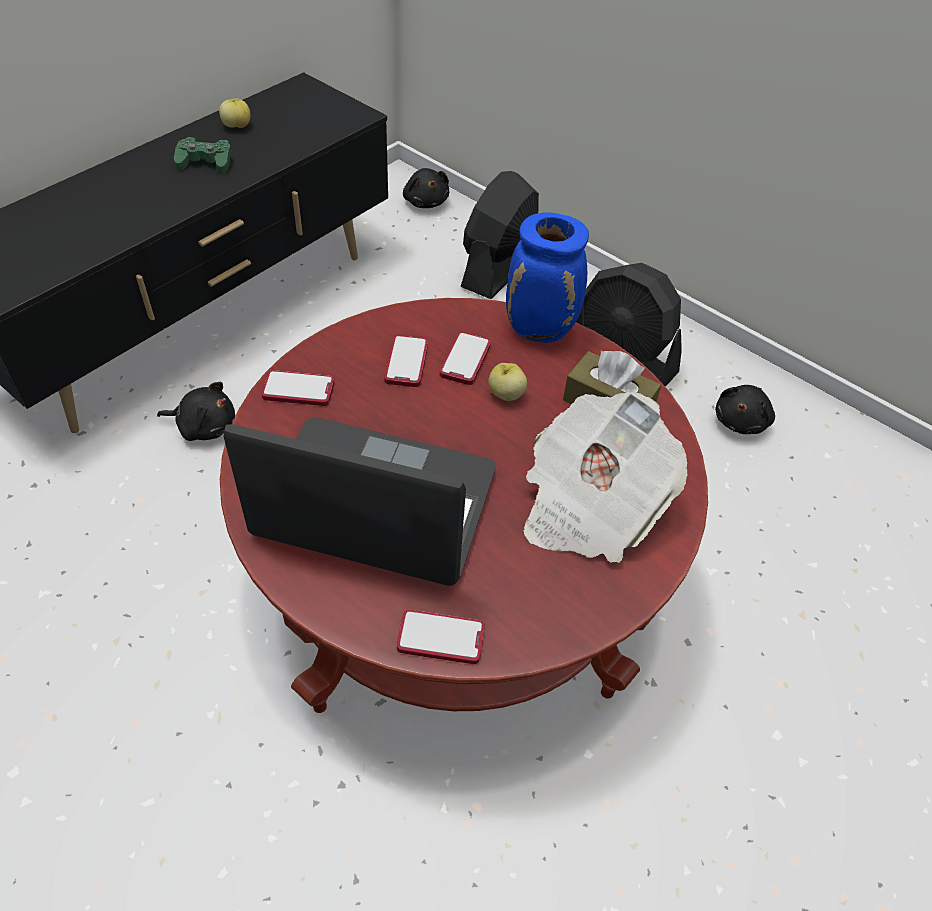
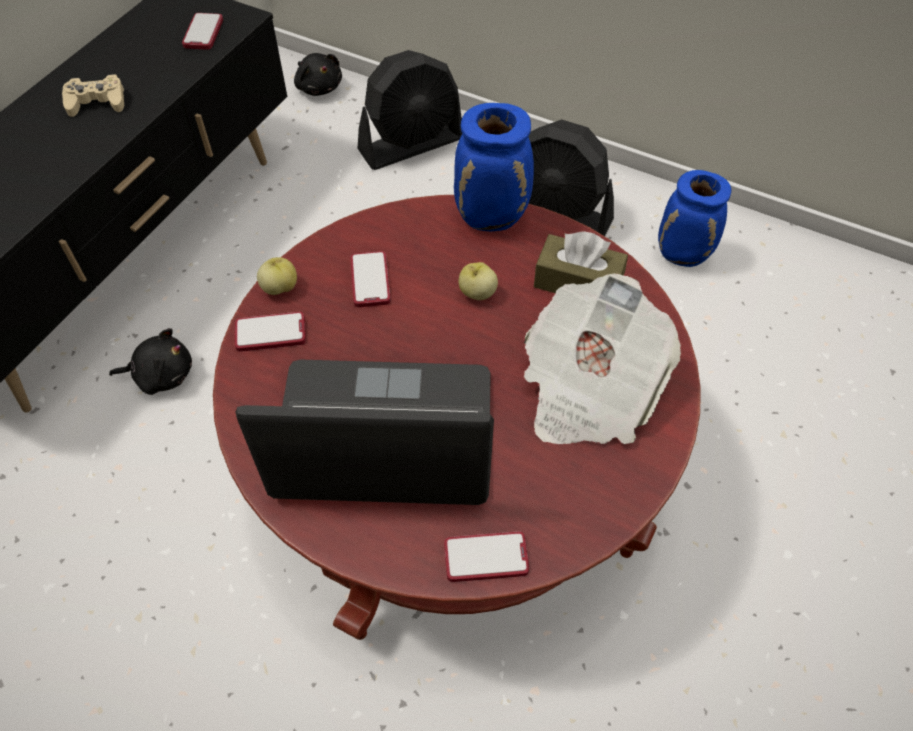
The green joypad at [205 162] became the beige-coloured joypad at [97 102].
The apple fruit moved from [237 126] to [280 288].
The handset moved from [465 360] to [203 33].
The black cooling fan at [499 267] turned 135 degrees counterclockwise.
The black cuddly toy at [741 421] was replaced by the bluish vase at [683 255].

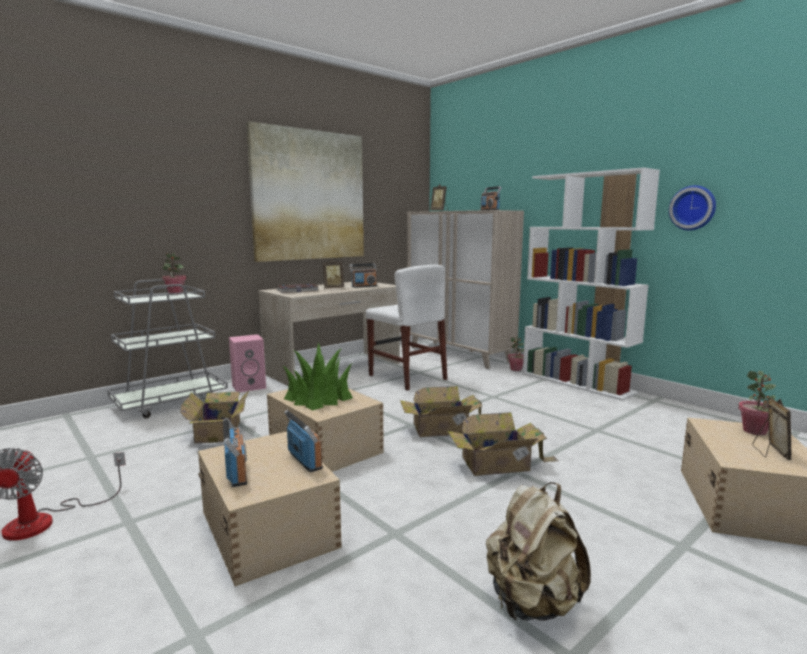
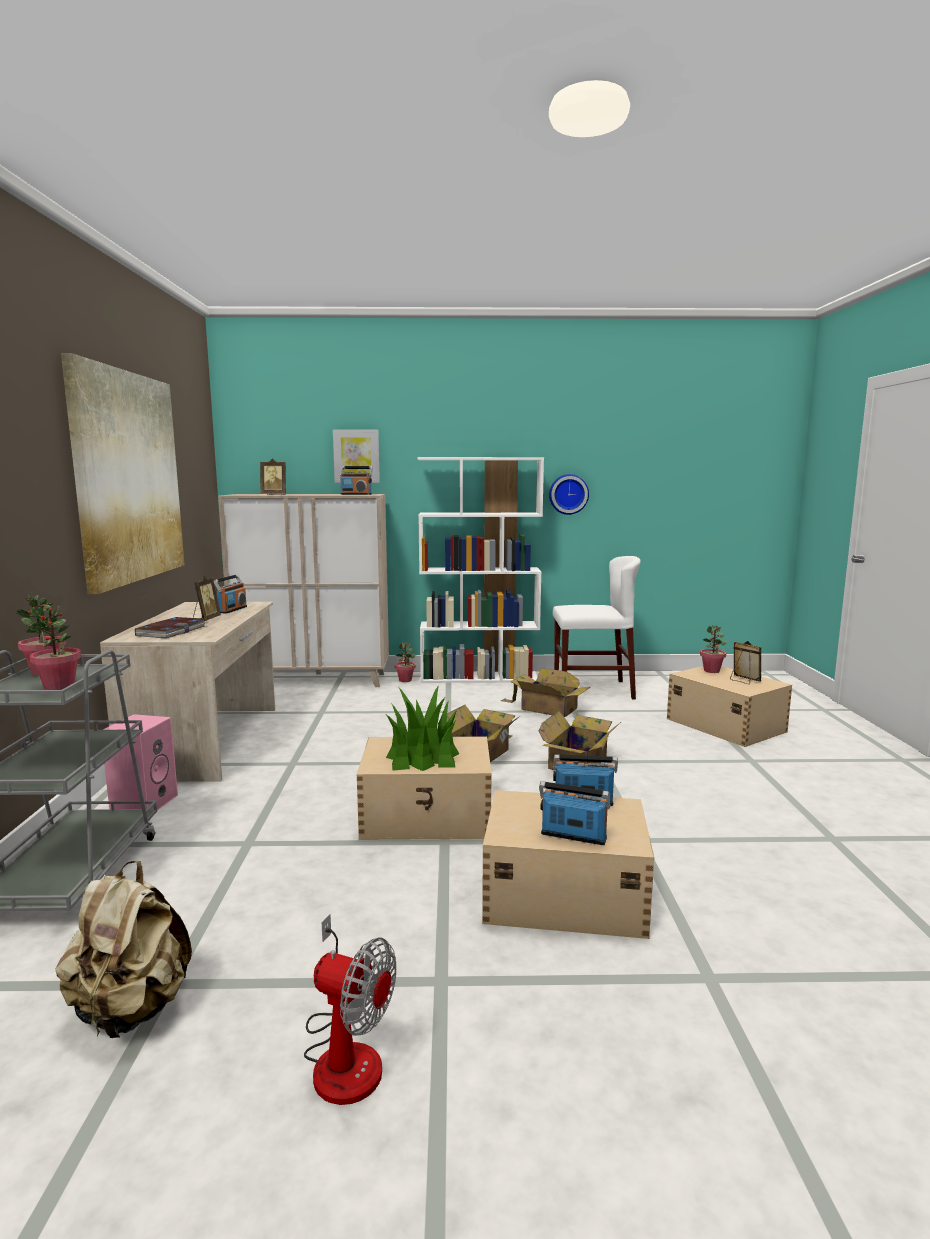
The cardboard box moved from [219 431] to [547 708].
The white plain chair moved from [407 377] to [592 690].
The beige-coloured knapsack moved from [532 603] to [131 1010].
The houseplant at [60 686] appeared.
The picture at [356 456] appeared.

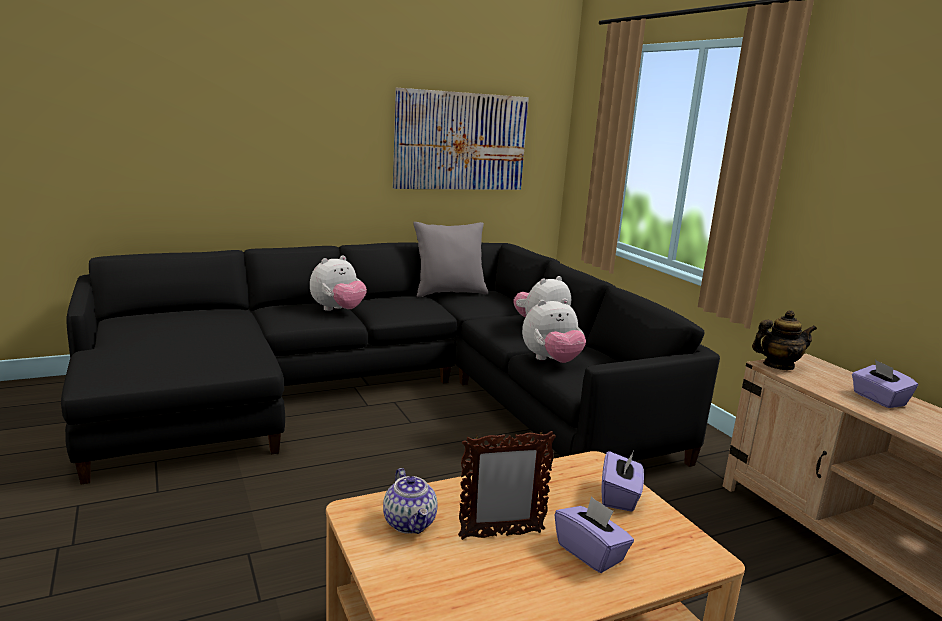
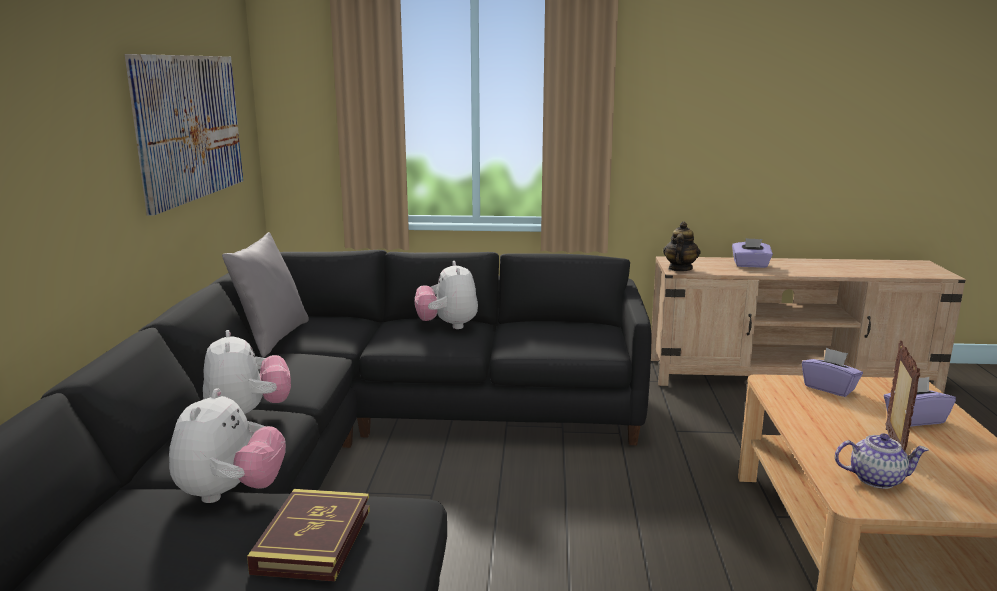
The cuddly toy moved from [551 361] to [231 493].
The volume at [313 540] appeared.

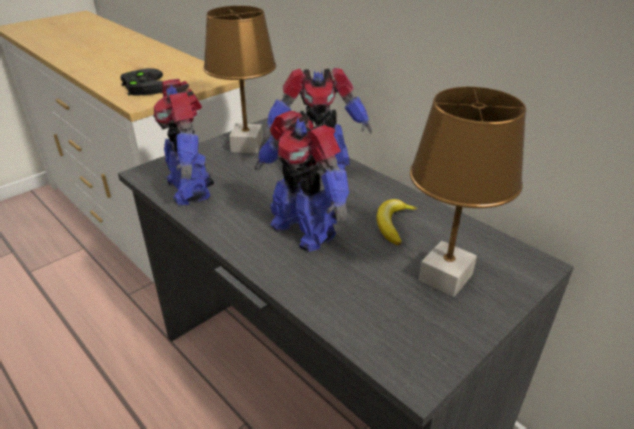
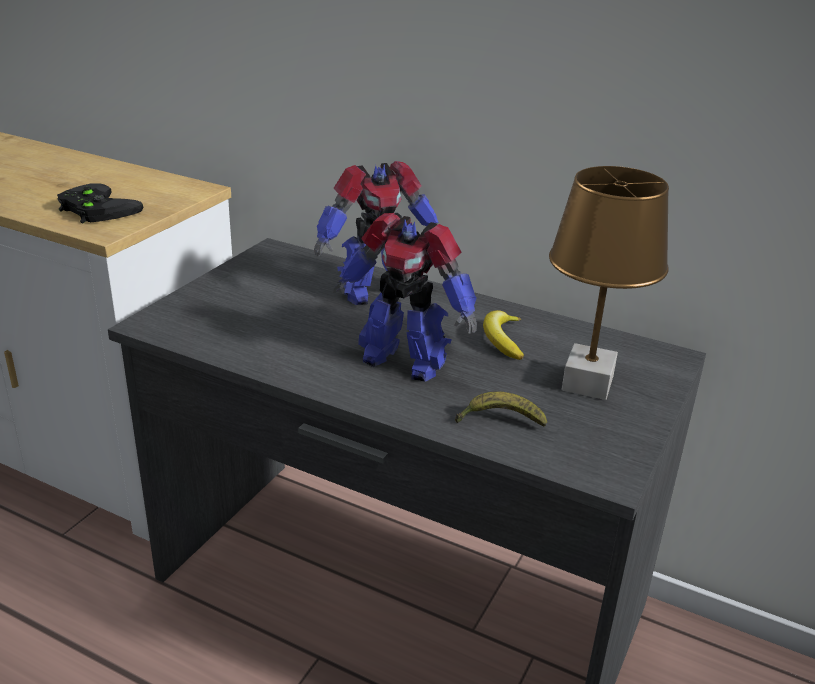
The toy robot at [190 188] disappeared.
The brown-coloured table lamp at [247 146] disappeared.
The banana fruit at [499 420] appeared.

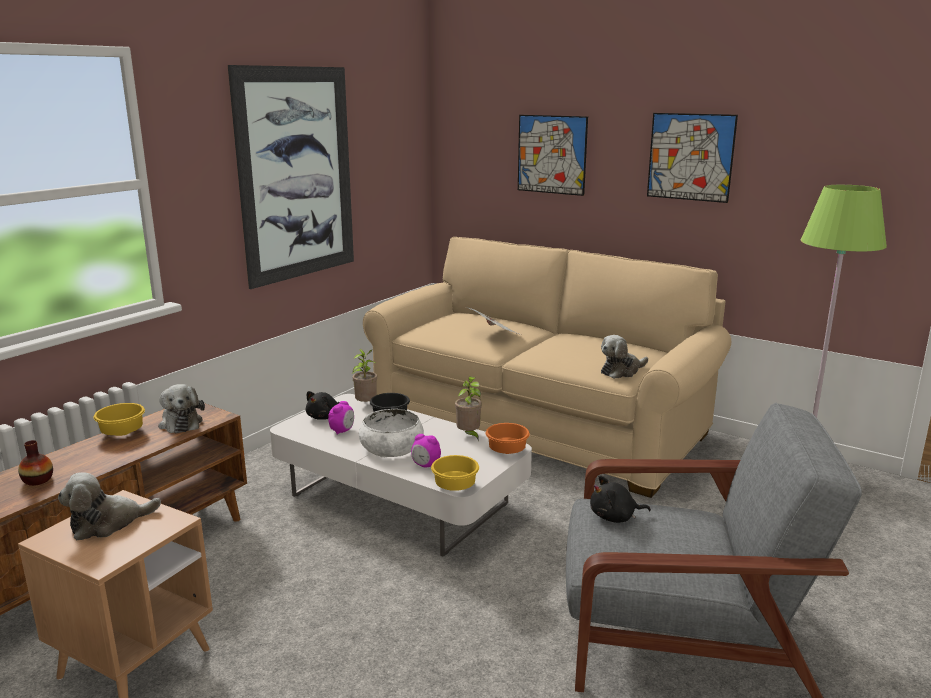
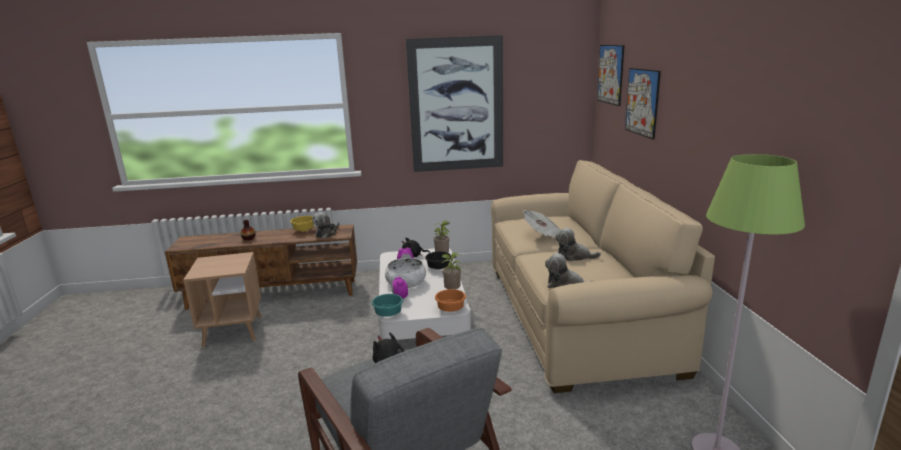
The cuddly toy moved from [108 523] to [574 256].
The yellowish bowl at [456 486] became the turquoise bowl at [389 314].
The picture moved from [690 157] to [610 74].

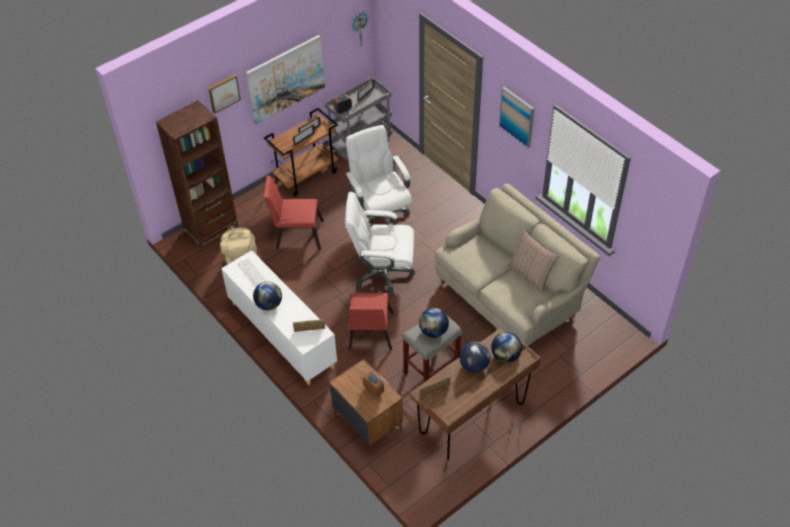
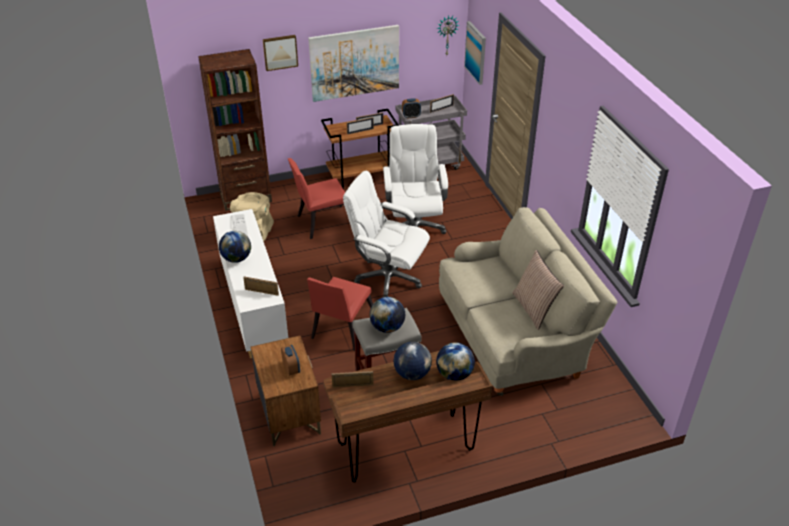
The red plain chair at [296 234] turned 45 degrees counterclockwise.
The picture moved from [517 117] to [476 52].

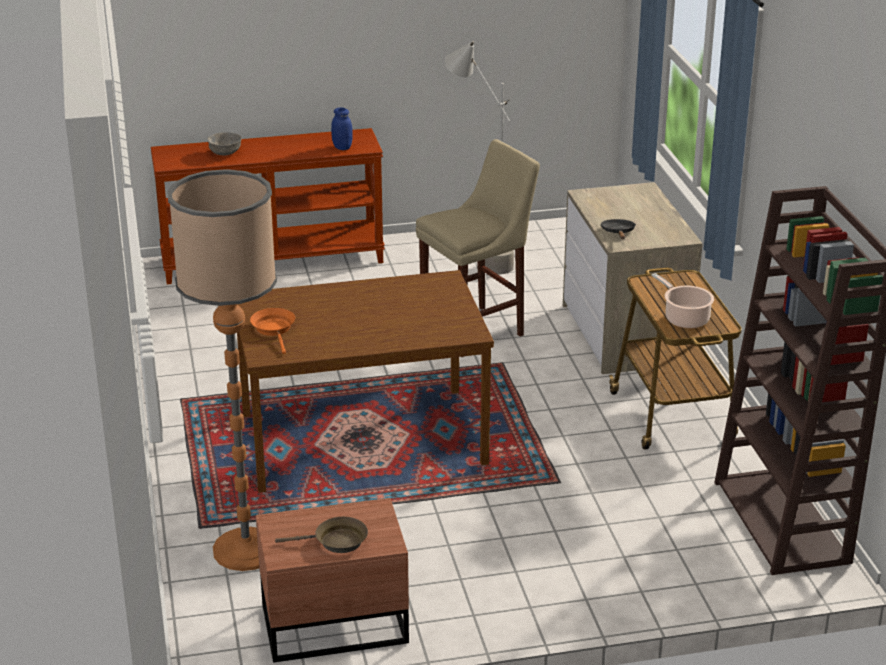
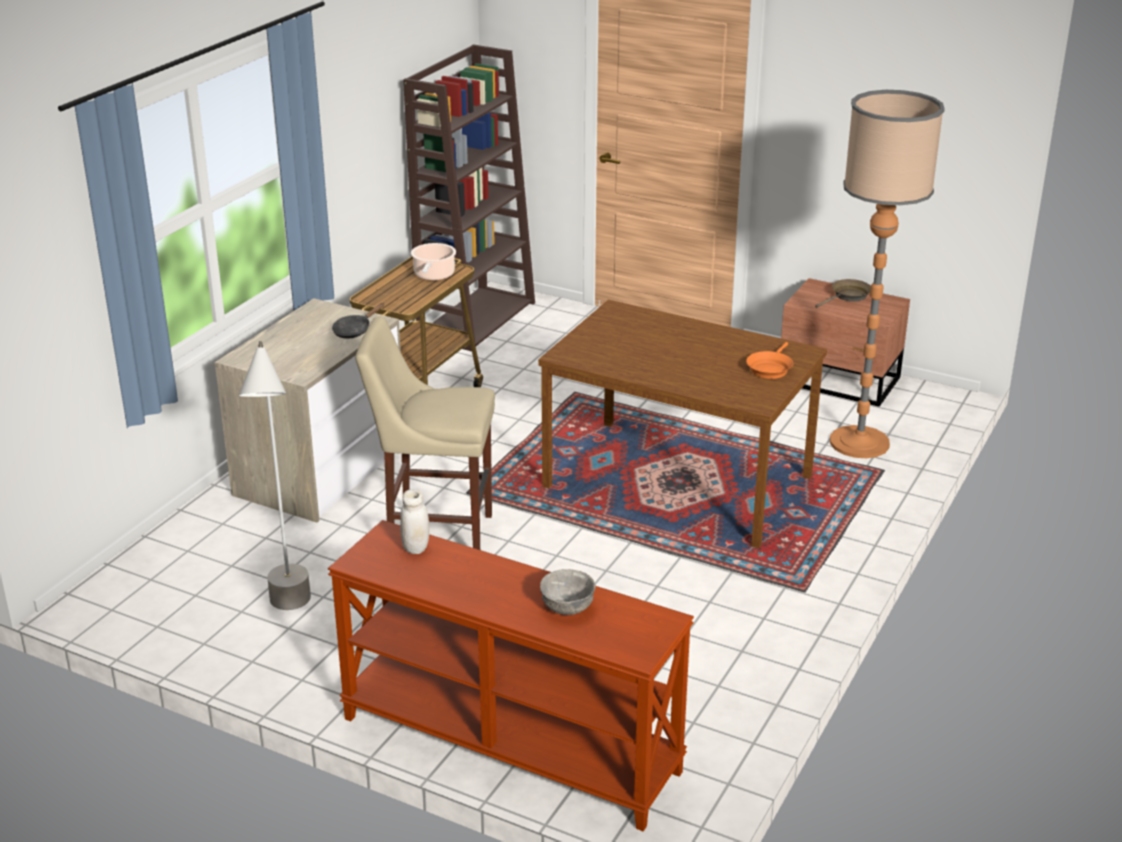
The brown-coloured frying pan at [336 541] turned 105 degrees clockwise.
The bluish jar at [342 147] became the white jar at [415 547].

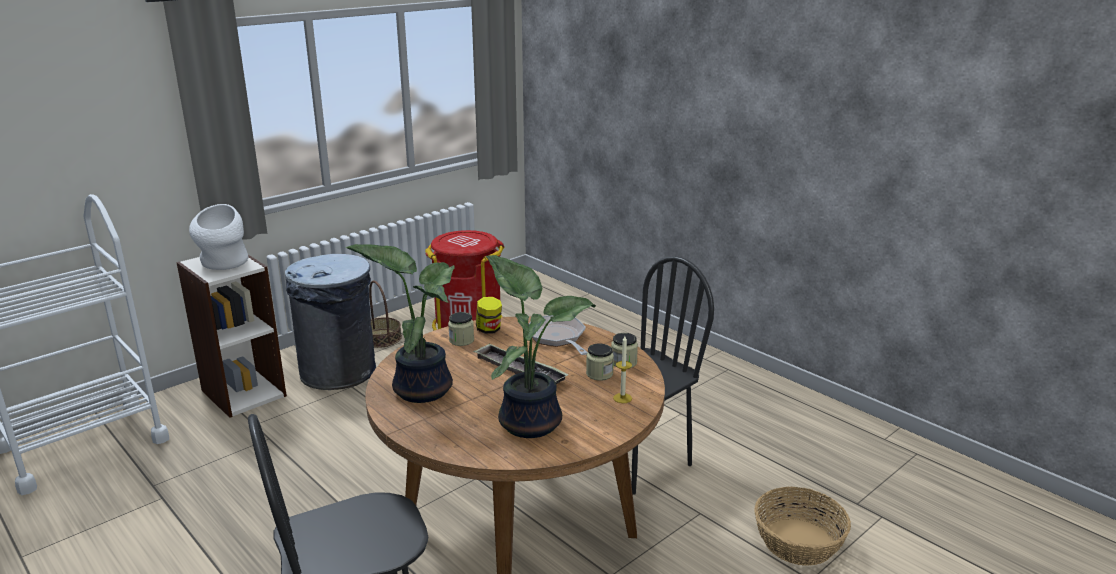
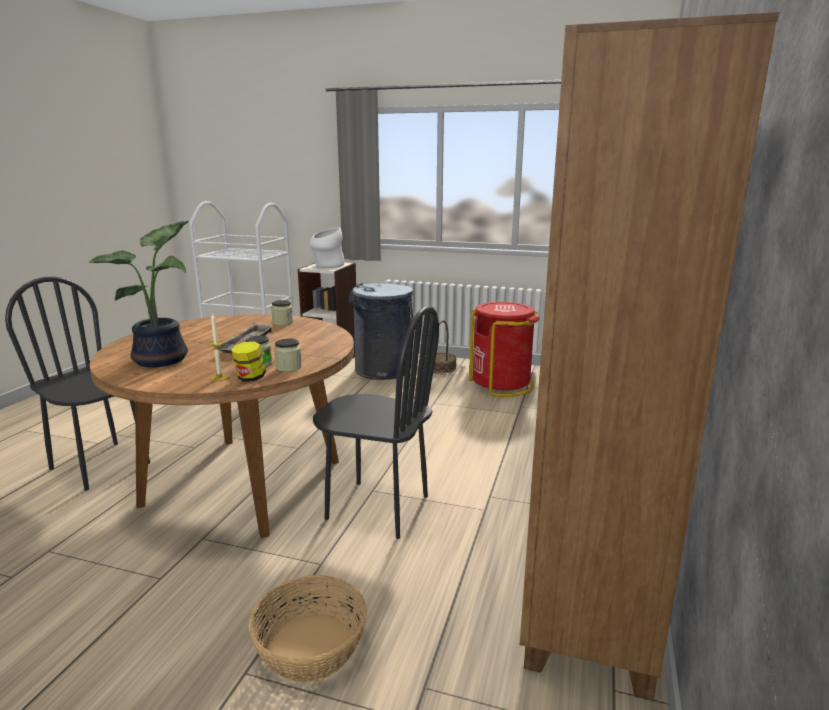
The houseplant at [421 388] disappeared.
The jar moved from [489 330] to [250 378].
The frying pan at [558 338] disappeared.
The brown-coloured bookshelf at [587 598] appeared.

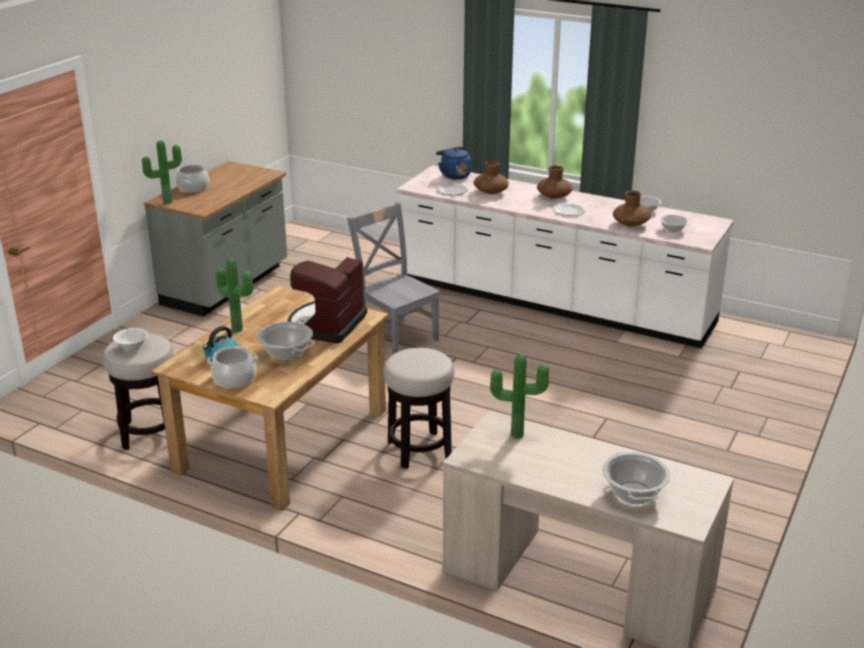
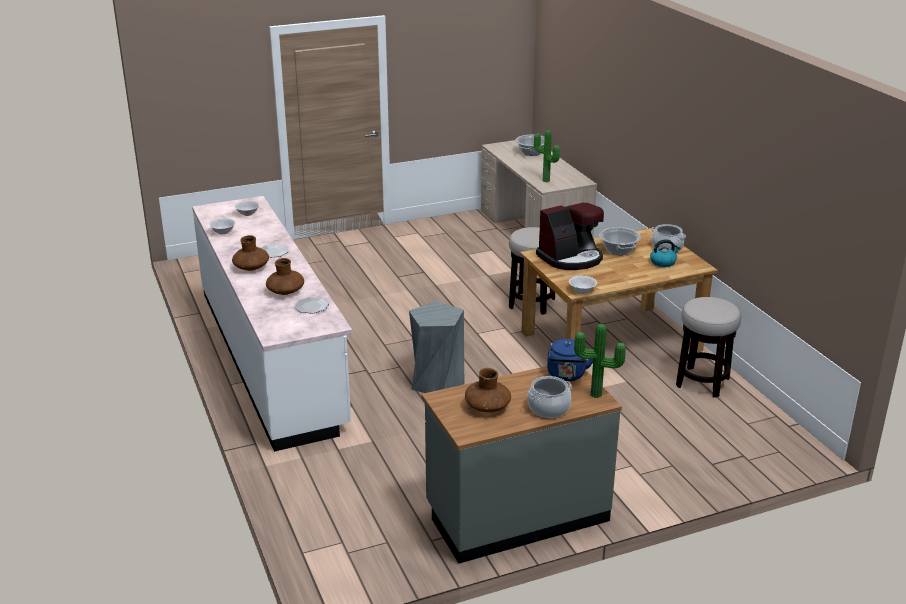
The white bowl moved from [131 346] to [582 291].
The houseplant at [238 328] disappeared.
The gray plain chair at [396 336] was replaced by the gray stool seat at [436 382].
The bluish tea kettle moved from [454 175] to [566 376].
The brown-coloured vase moved from [630 224] to [487 407].

